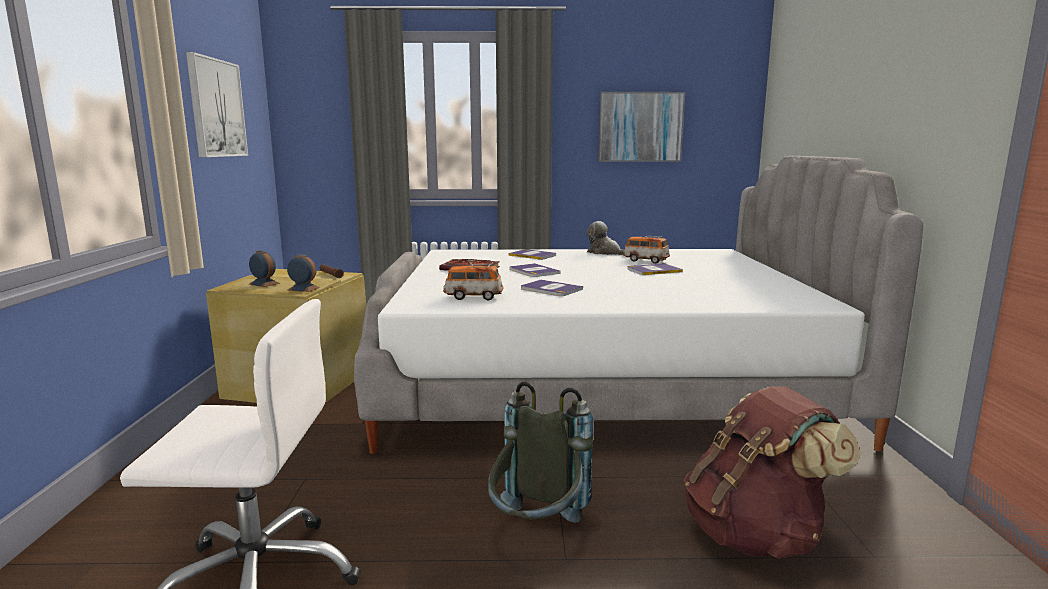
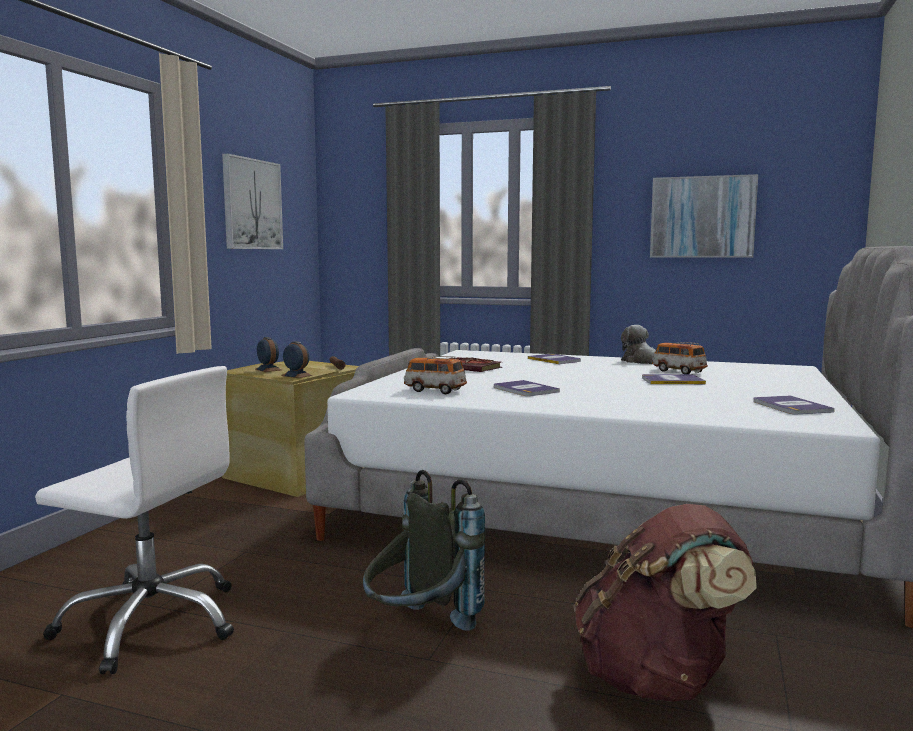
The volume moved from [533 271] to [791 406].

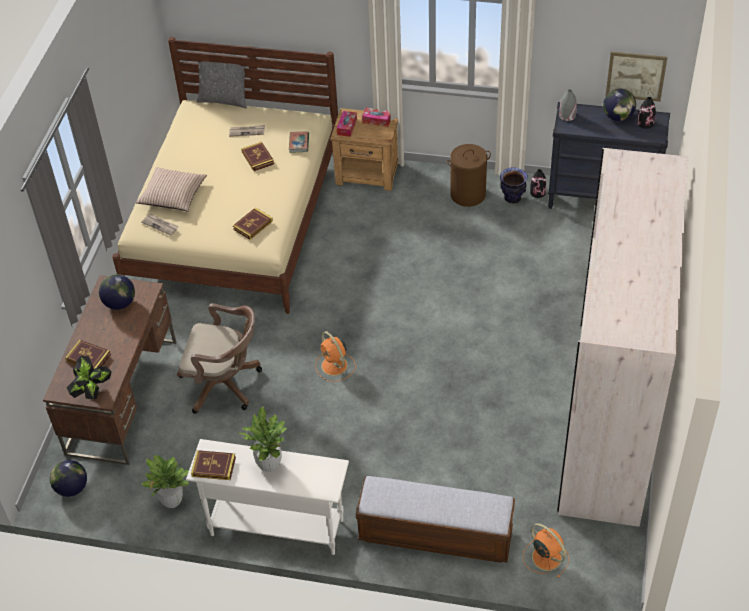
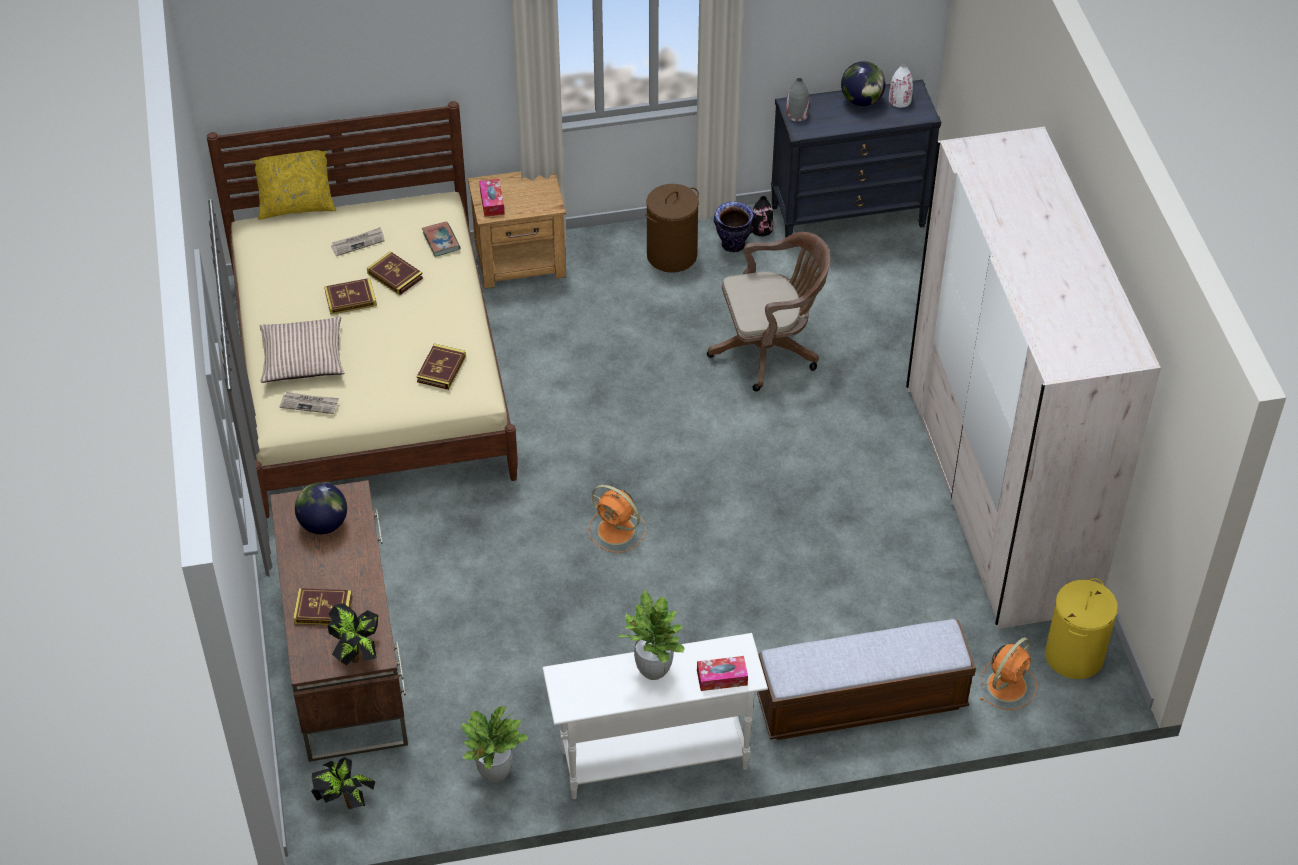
The world globe at [72 488] was replaced by the houseplant at [344 801].
The brown-coloured desk chair moved from [225 384] to [770 350].
The volume moved from [213 467] to [350 299].
The gray pillow at [224 99] became the yellowish pillow at [296 206].
The tissue box moved from [377 120] to [722 678].
The orange-coloured cooling fan at [545 556] turned 105 degrees clockwise.
The picture at [635 76] disappeared.
The black vase at [645 123] became the white vase at [900 100].
The yellowish laundry basket at [1074 656] appeared.

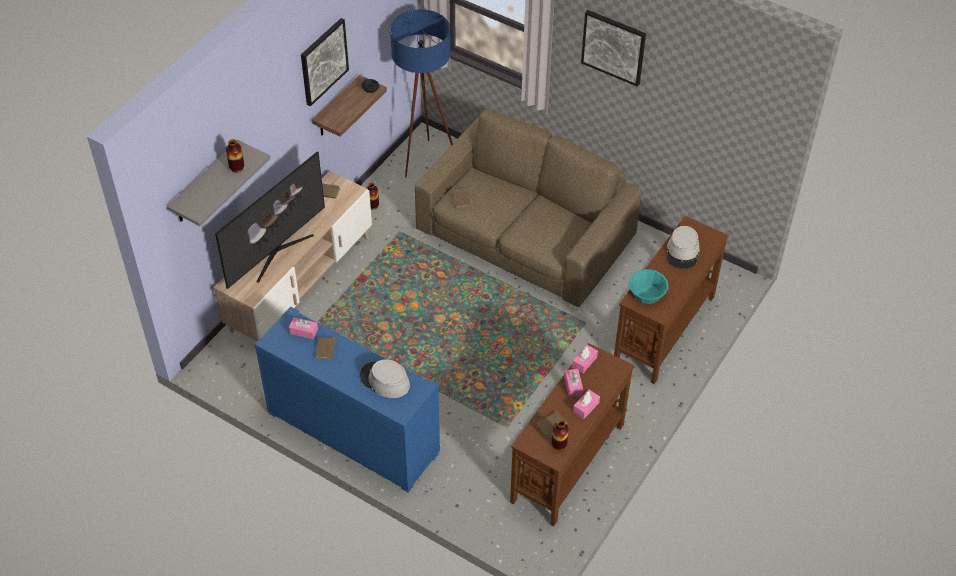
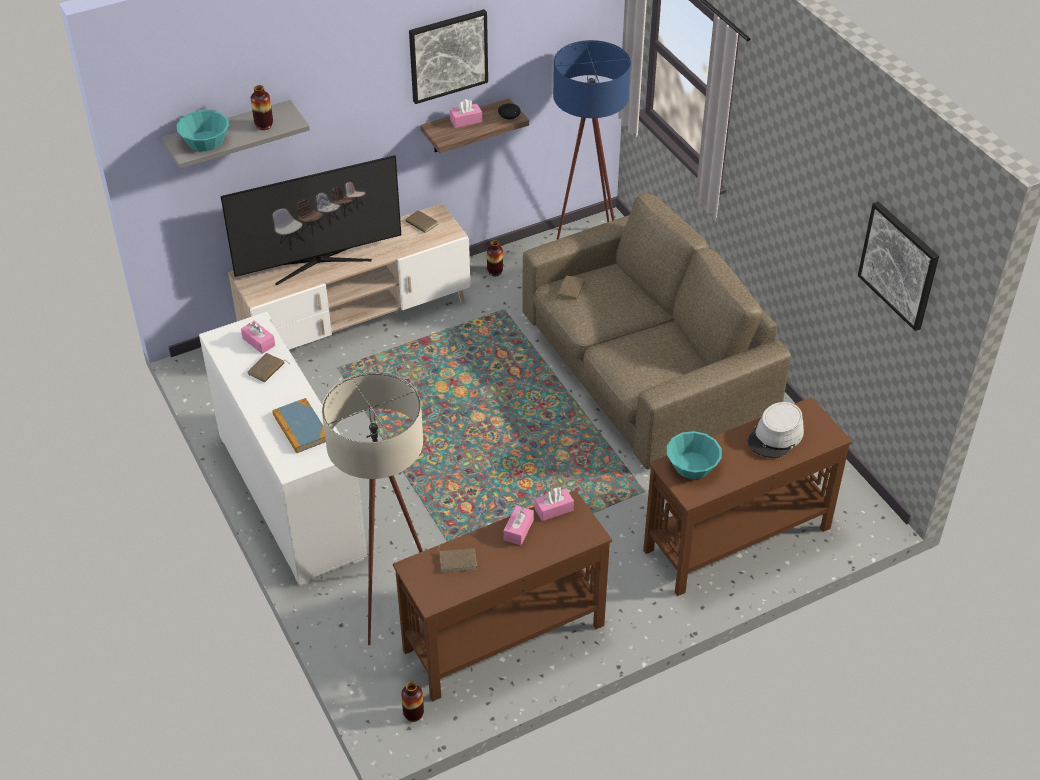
The bluish cupboard at [353 432] became the white cupboard at [290 495].
The gray hat at [384 380] was replaced by the volume at [301 428].
The vase moved from [559 444] to [413 714].
The pink-coloured tissue box moved from [586 407] to [466 121].
The picture moved from [613 47] to [899 265].
The turquoise bowl at [205 141] appeared.
The beige-coloured floor lamp at [390 601] appeared.

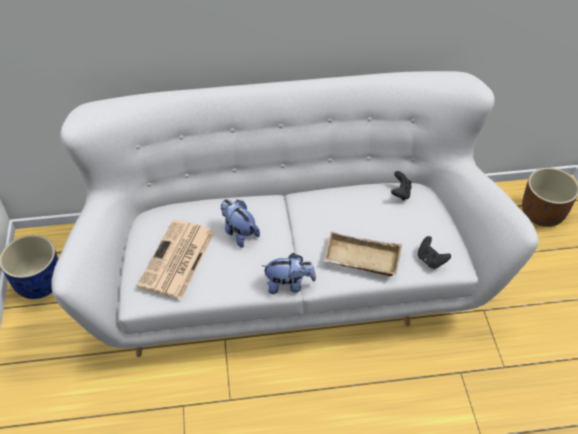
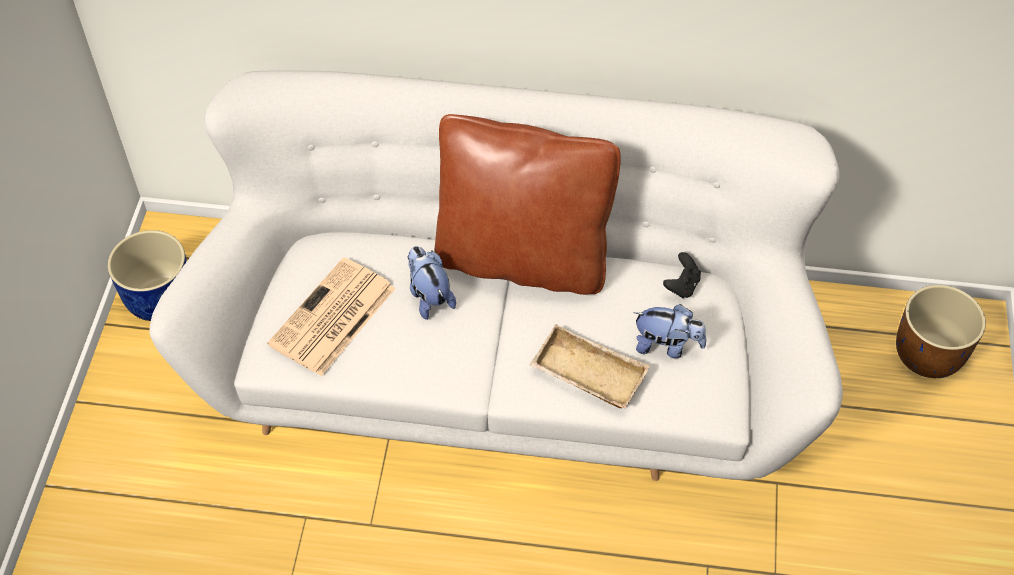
The cuddly toy moved from [289 285] to [666 345].
The black joypad at [430 260] disappeared.
The brown-coloured pillow at [522 258] appeared.

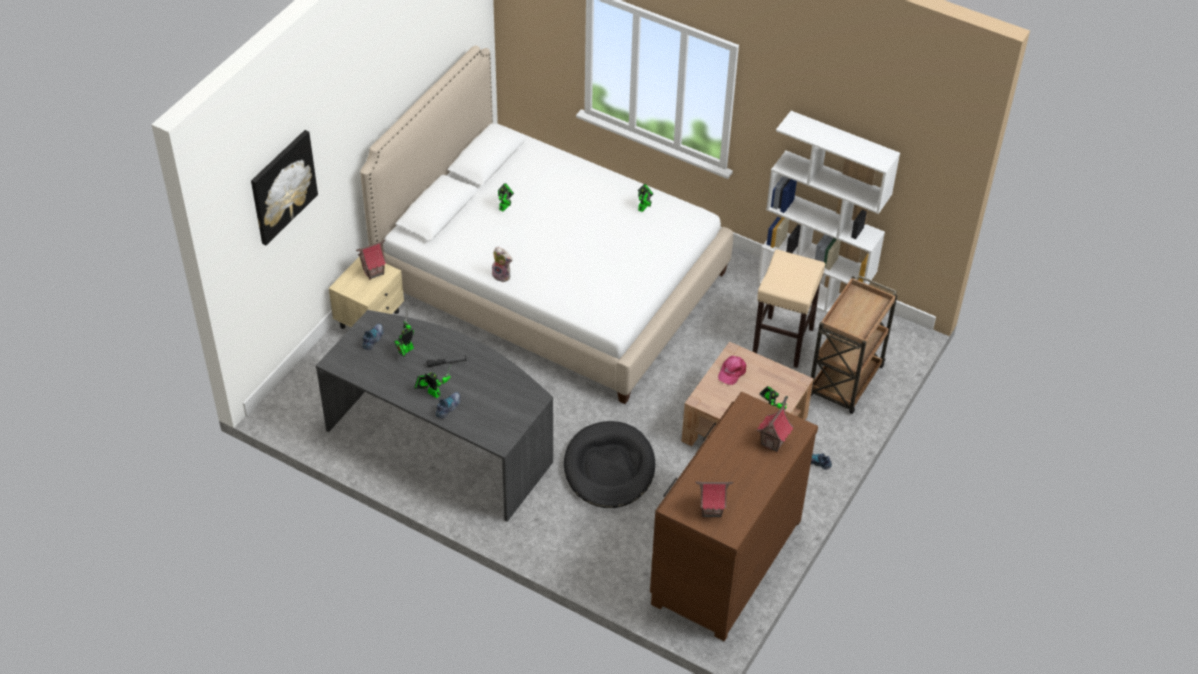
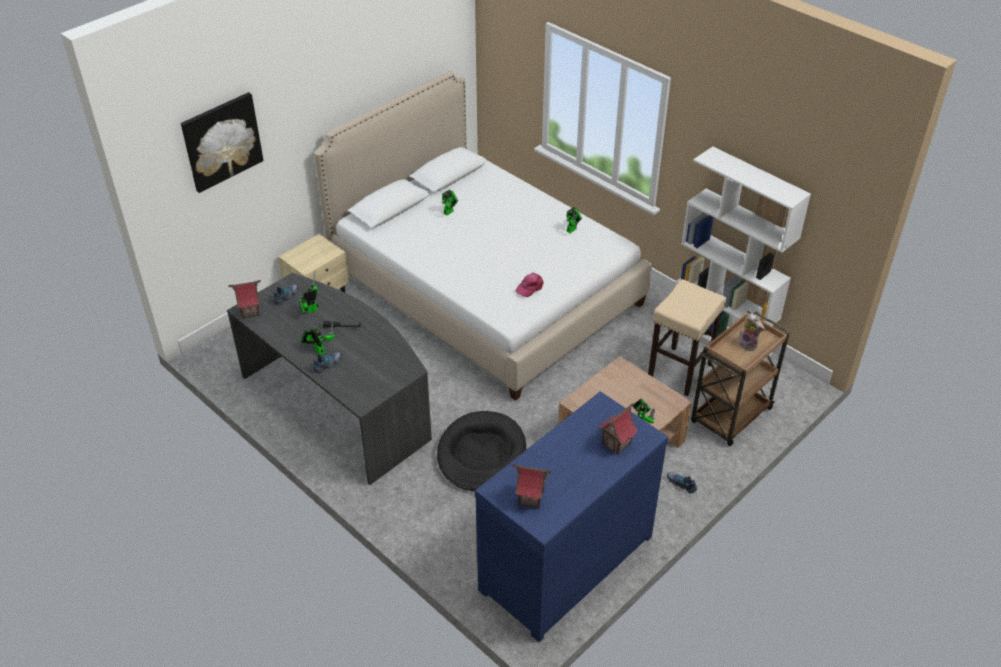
The miniature house moved from [373 272] to [250 312].
The cuddly toy moved from [502 275] to [749 344].
The brown-coloured drawer chest at [723 560] became the bluish drawer chest at [563 561].
The pink-coloured cap moved from [732 372] to [530 287].

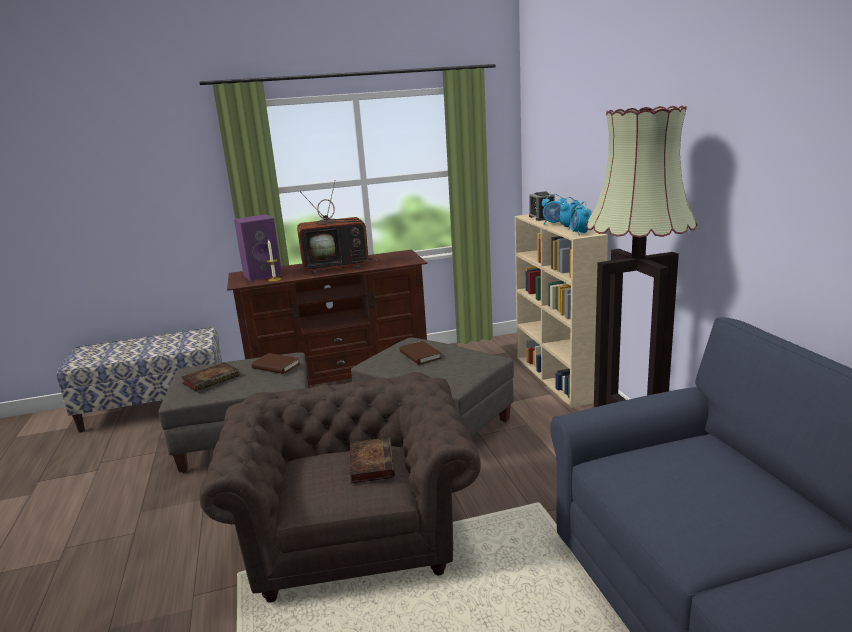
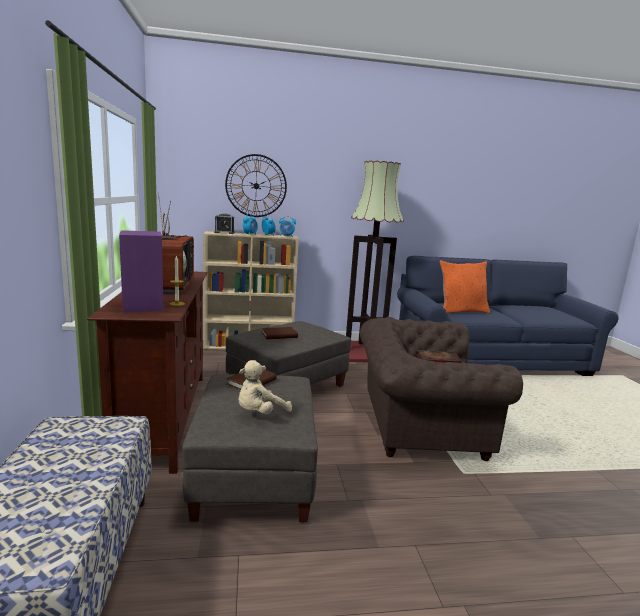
The volume at [212 379] was replaced by the beige-coloured cuddly toy at [260 413].
The clock on the wall at [256 186] appeared.
The orange-coloured pillow at [461 311] appeared.

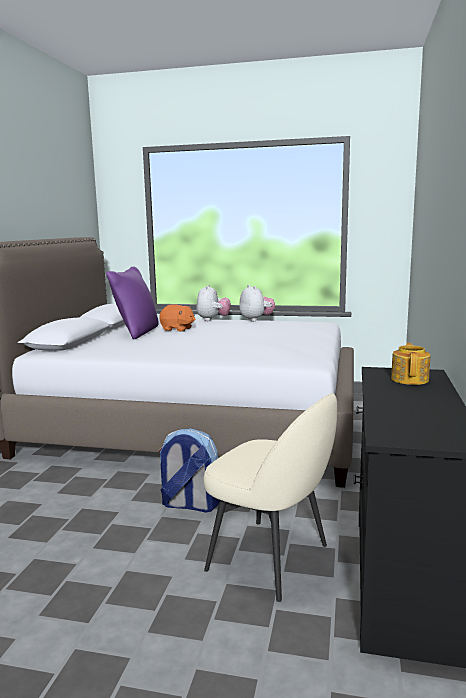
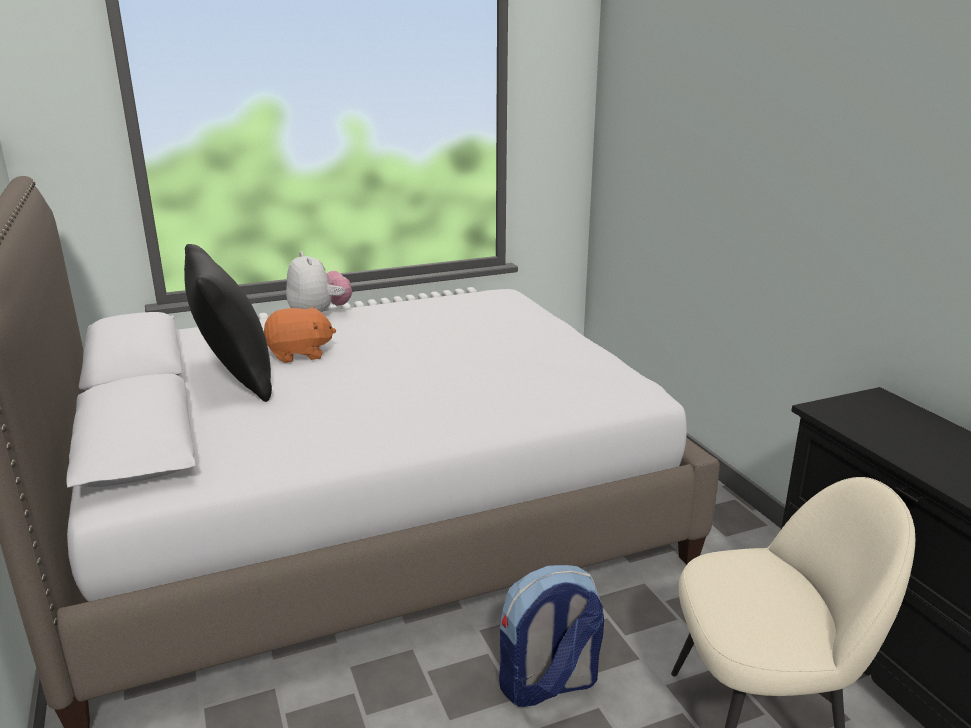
The purple-coloured pillow at [136 332] became the black pillow at [235 379].
The cuddly toy at [256 319] disappeared.
The pot for tea at [410 379] disappeared.

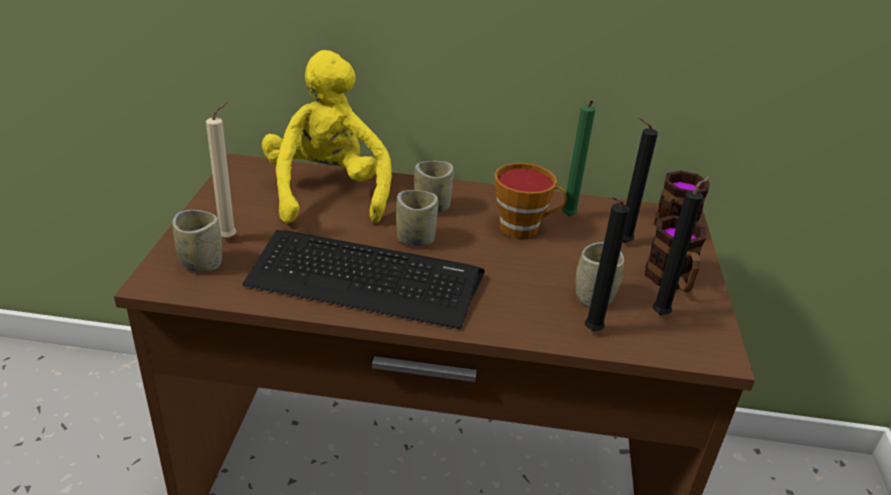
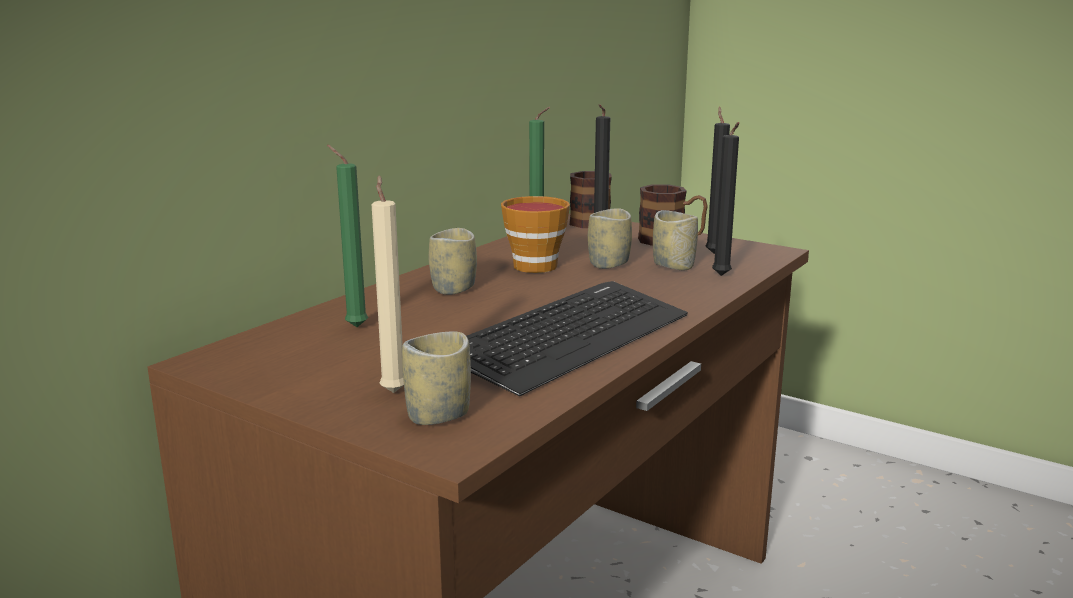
The yellowish cuddly toy at [327 192] was replaced by the green candle at [353 326].
The drinking cup moved from [415 239] to [609 264].

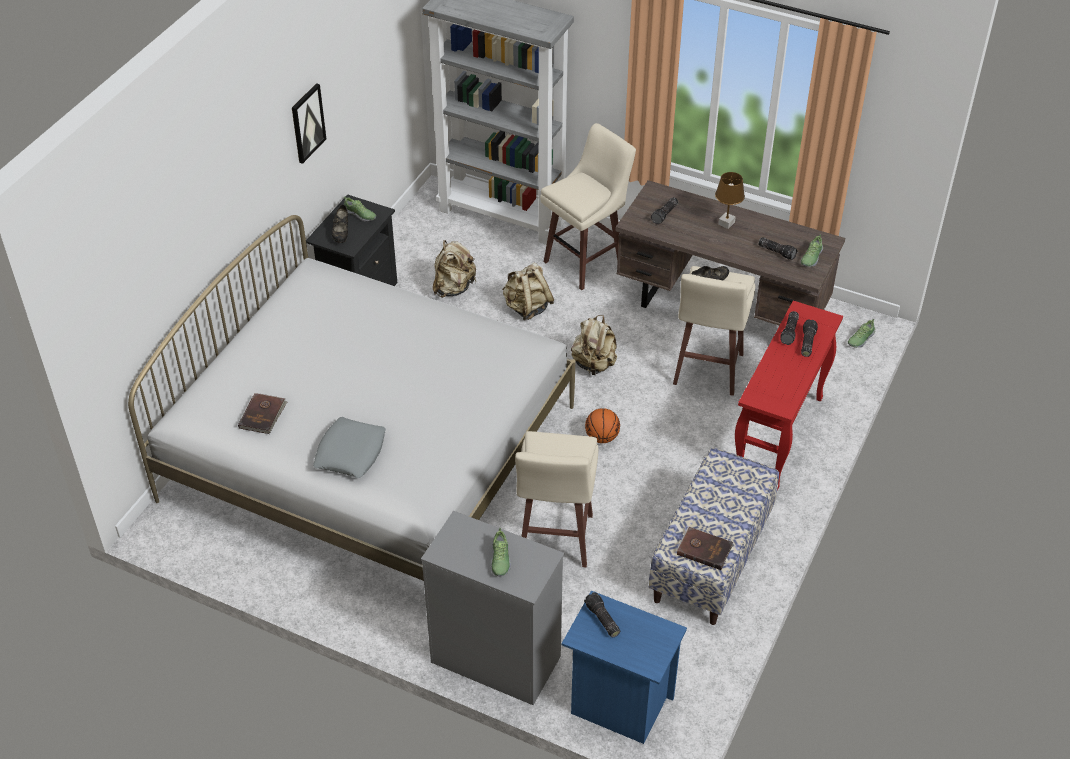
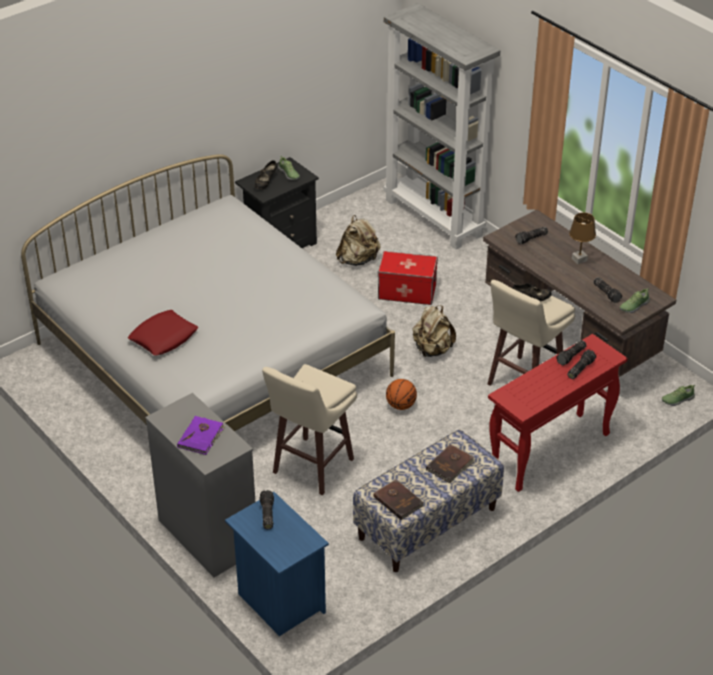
The brown-coloured volume moved from [263 415] to [450 465].
The picture at [307 123] disappeared.
The gray pillow at [350 452] became the red pillow at [163 337].
The low shoe at [500 559] was replaced by the purple-coloured volume at [201 437].
The beige-coloured knapsack at [527 308] was replaced by the storage container at [406 292].
The beige-coloured stool seat at [585 263] disappeared.

